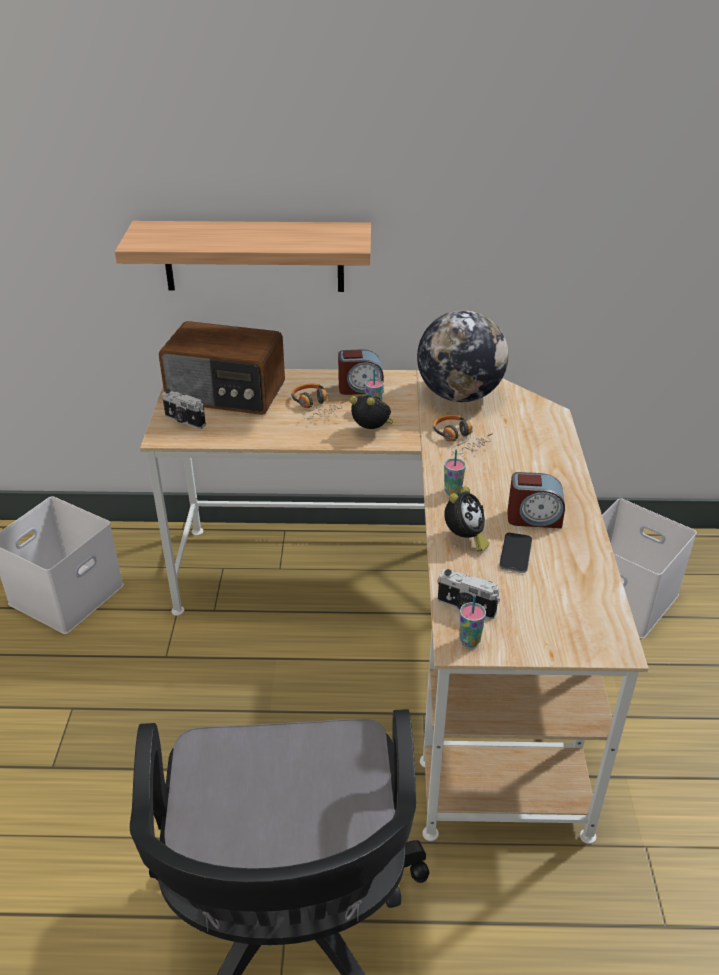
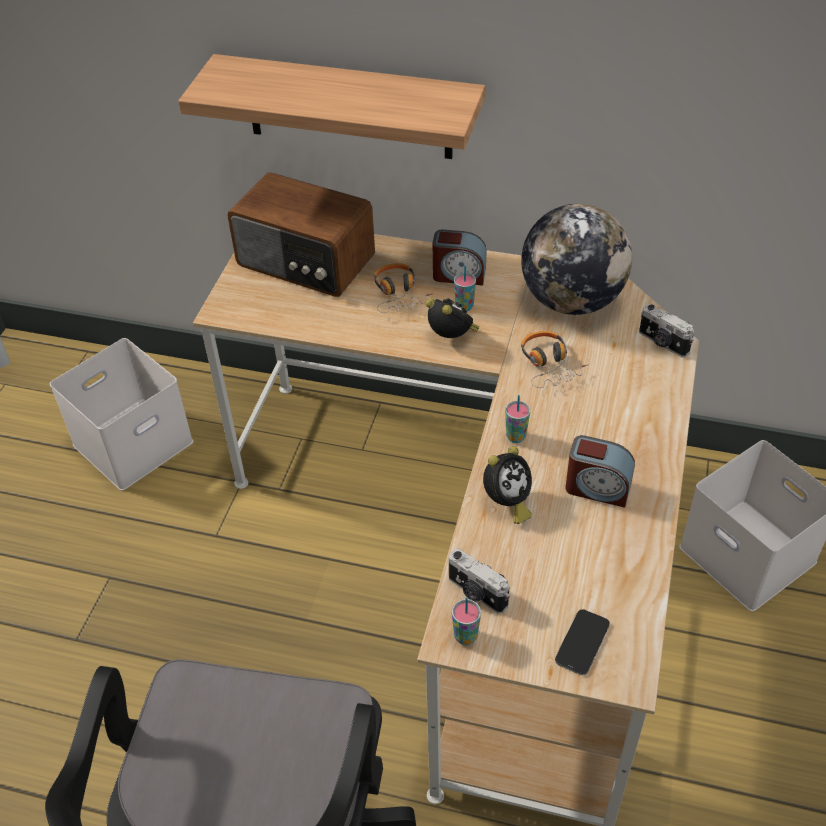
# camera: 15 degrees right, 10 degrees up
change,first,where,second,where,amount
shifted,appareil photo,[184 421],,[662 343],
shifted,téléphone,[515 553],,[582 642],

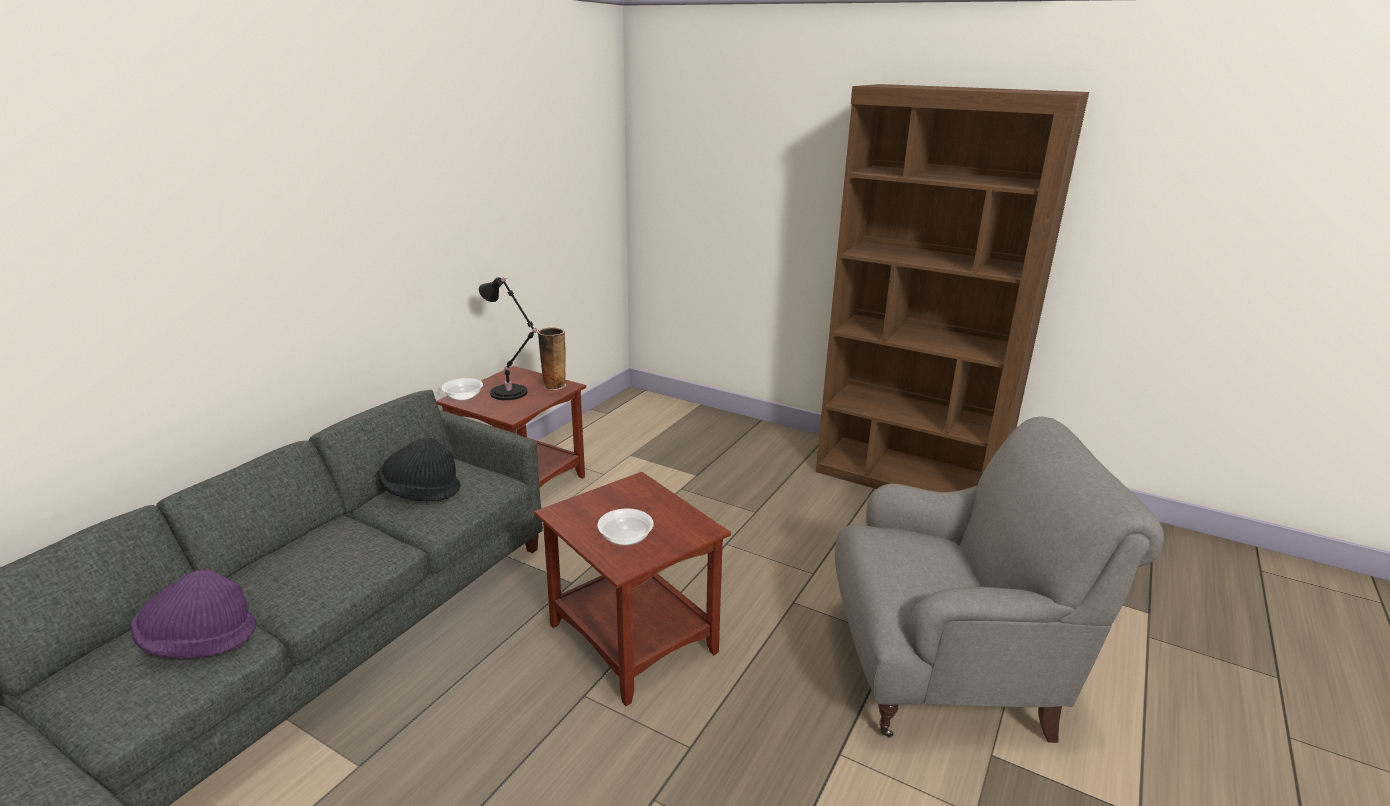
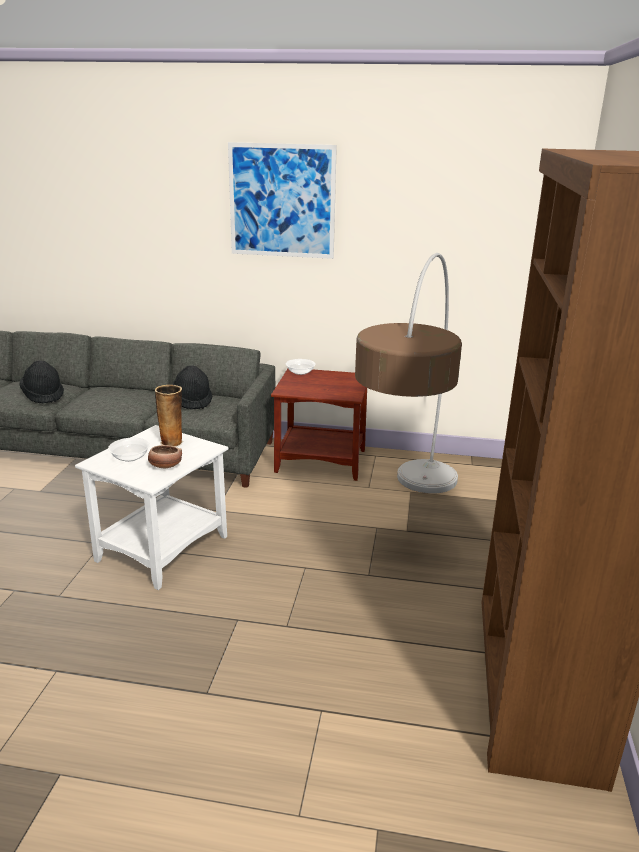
# camera: 70 degrees right, 0 degrees up
change,first,where,second,where,amount
gone,lampe de table (noir),[511 393],,,
shifted,vase,[554 385],,[172 442],
gone,fauteuil (gris),[947 672],,,
repainted,table d'appoint (marron),[630 639],table d'appoint (blanc),[161 548],
repainted,chapeau (violet),[199 641],chapeau (noir),[43 395],
new,,,tableau,[282 201],
new,,,lampadaire,[408 520],
new,,,bol,[165 466],

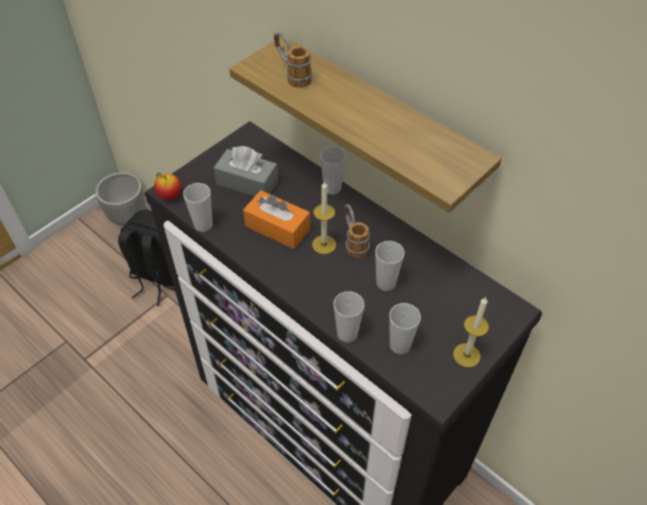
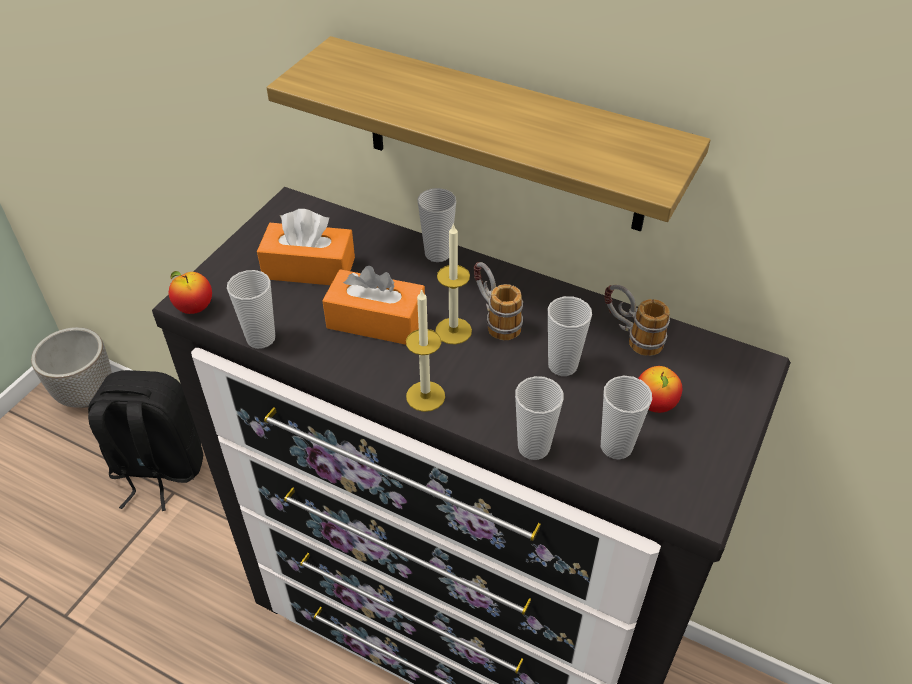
# camera: 15 degrees left, 5 degrees down
change,first,where,second,where,amount
shifted,mug,[292 75],,[630 337],
repainted,boîte à mouchoirs (gris),[247 182],boîte à mouchoirs (orange),[309 268],
shifted,bougie,[466 355],,[425 396],
new,,,pomme,[655 404],

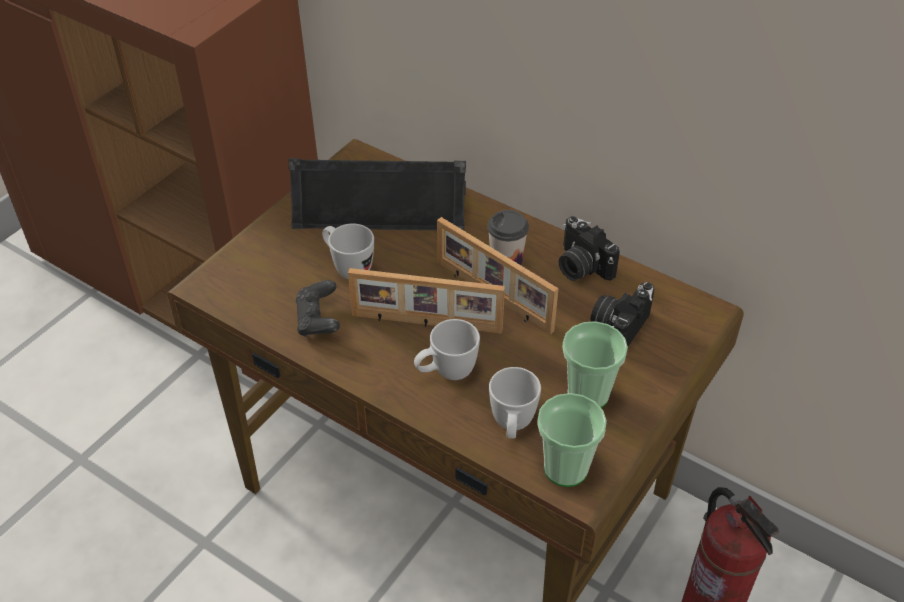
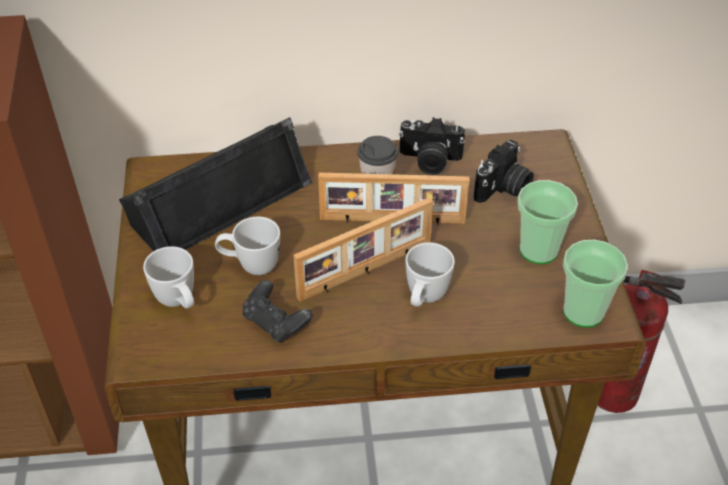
# camera: 40 degrees left, 0 degrees up
change,first,where,second,where,amount
rotated,appareil photo,[618 326],,[503 189],135 degrees counterclockwise
shifted,mug (blanc),[512 427],,[179 302],

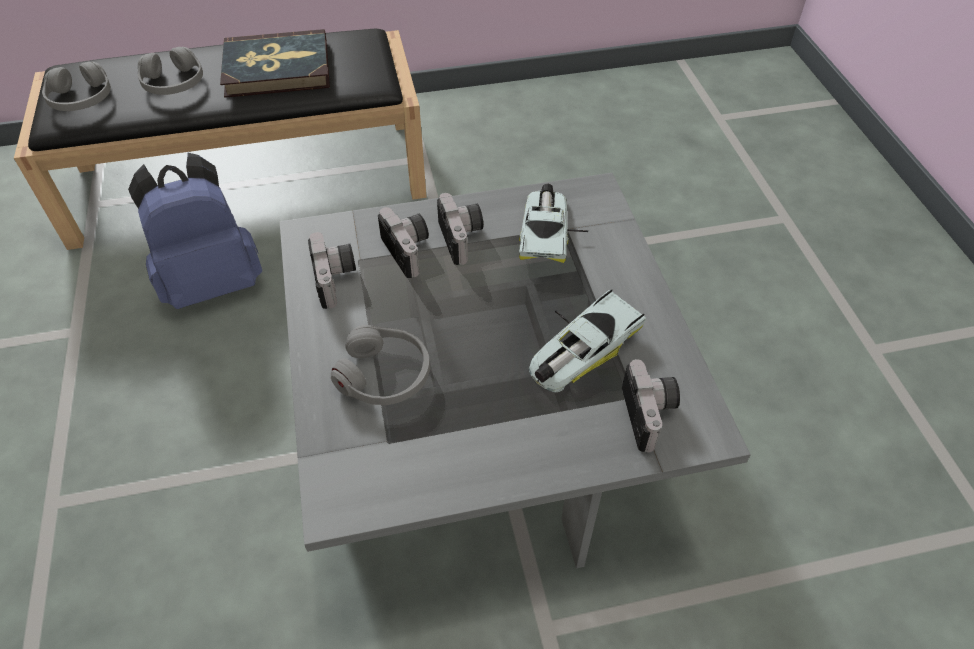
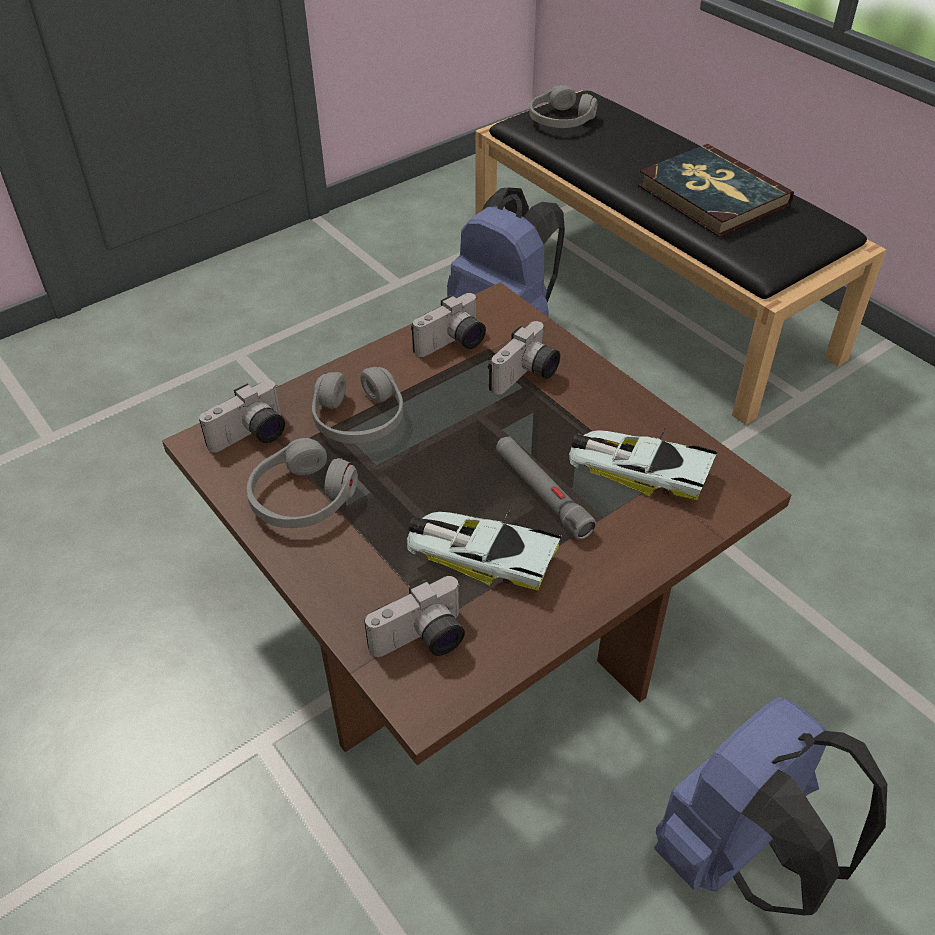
# camera: 65 degrees right, 5 degrees down
change,first,where,second,where,amount
shifted,casque audio (gris),[174 83],,[301 498],
repainted,table basse (gris),[486 427],table basse (marron),[468 601],
rotated,petite voiture,[546 230],,[638 467],135 degrees counterclockwise
shifted,appareil photo,[463 238],,[252 437],
new,,,lampe de poche (gris),[541 492],
new,,,sac à dos (bleu),[740 854],

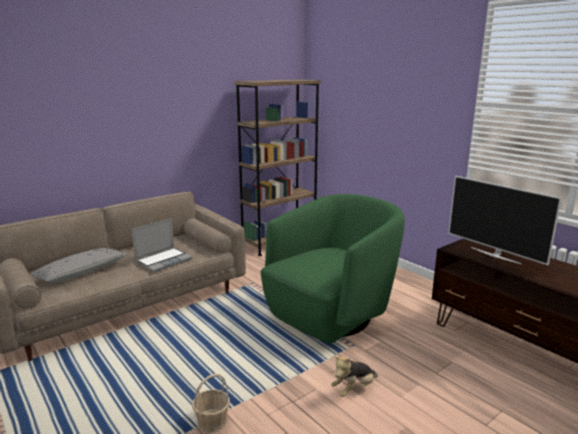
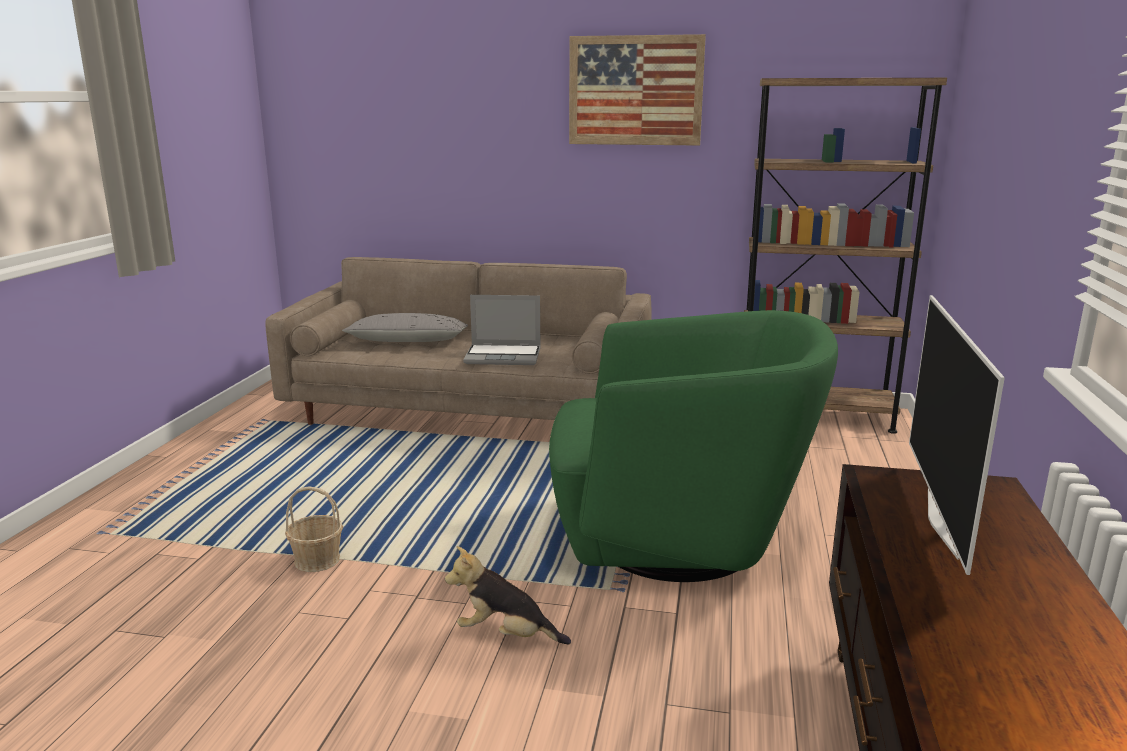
# camera: 50 degrees right, 0 degrees up
change,first,where,second,where,amount
new,,,tableau,[635 91],

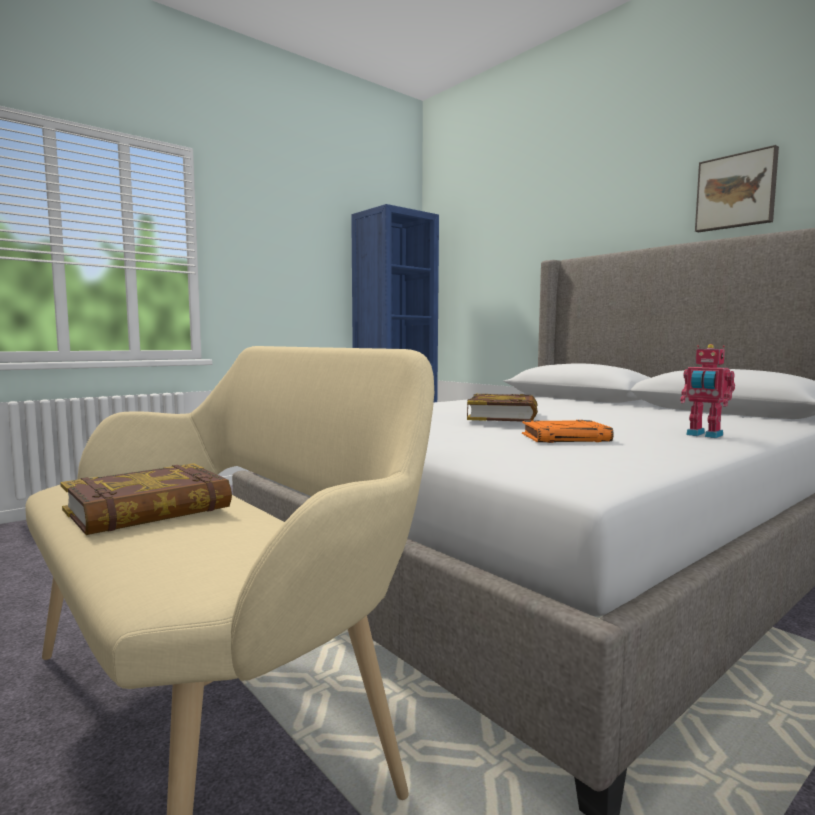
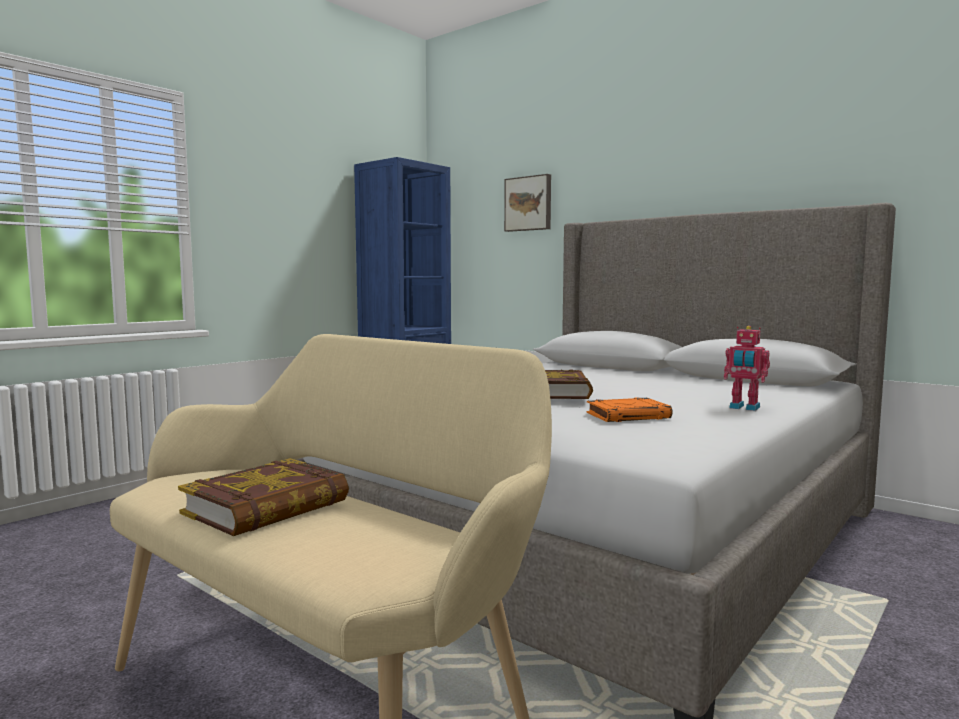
# camera: 10 degrees left, 0 degrees up
change,first,where,second,where,amount
shifted,tableau,[736 191],,[529 203],

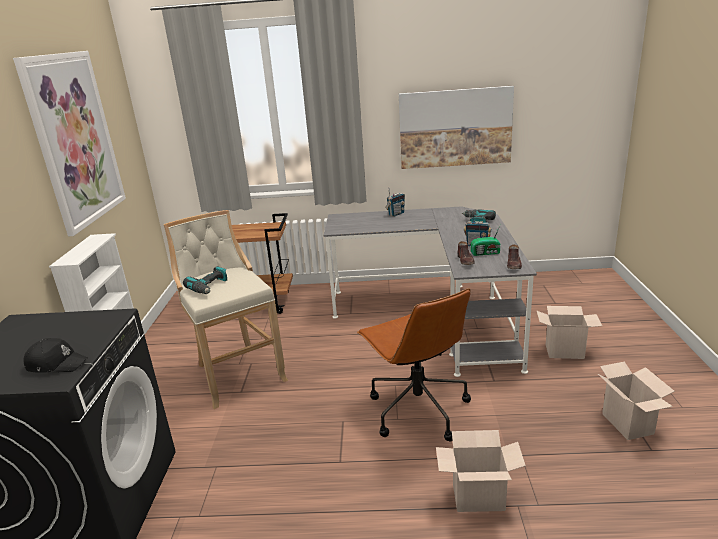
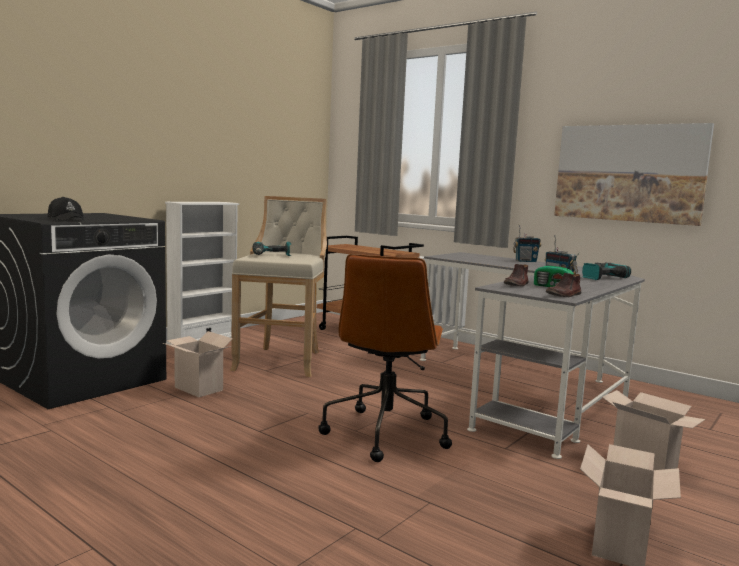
# camera: 35 degrees right, 15 degrees down
change,first,where,second,where,amount
gone,tableau,[75 140],,,
shifted,carton,[477 499],,[196 389],

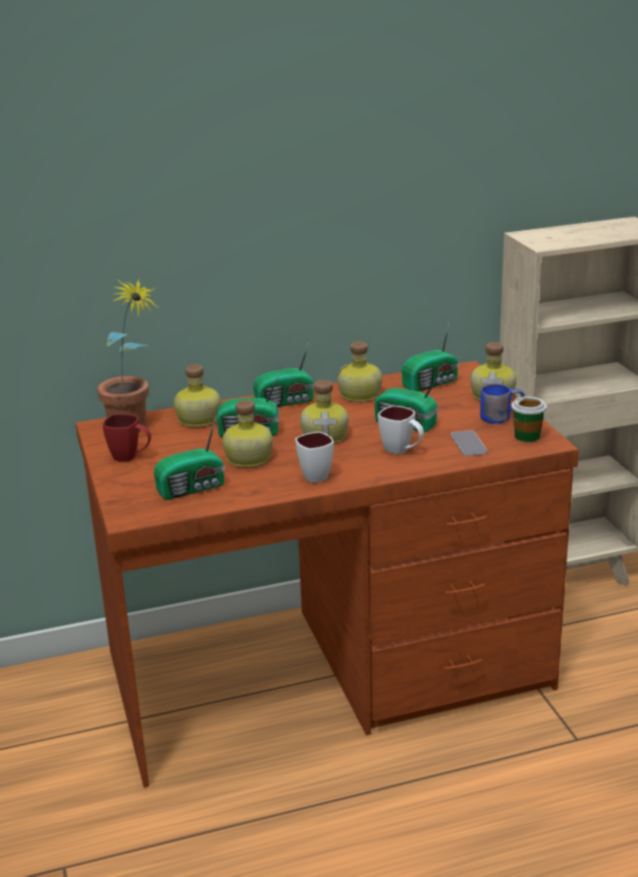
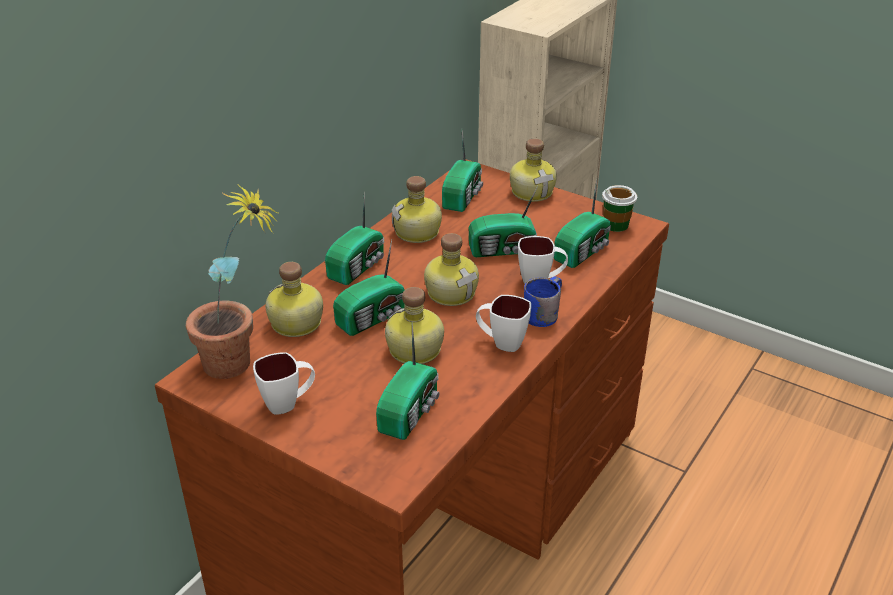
# camera: 40 degrees left, 10 degrees up
change,first,where,second,where,amount
shifted,mug (bleu),[499 416],,[541 313],
repainted,mug (rouge),[131 457],mug (blanc),[288 403],
swapped,téléphone,[468 444],radio,[583 251],

